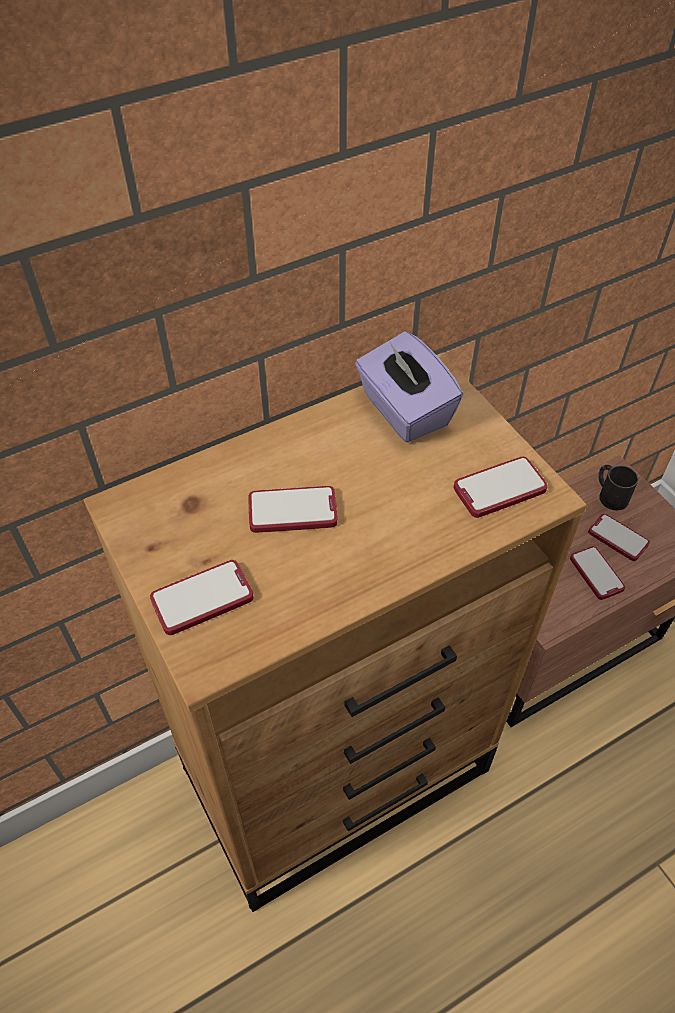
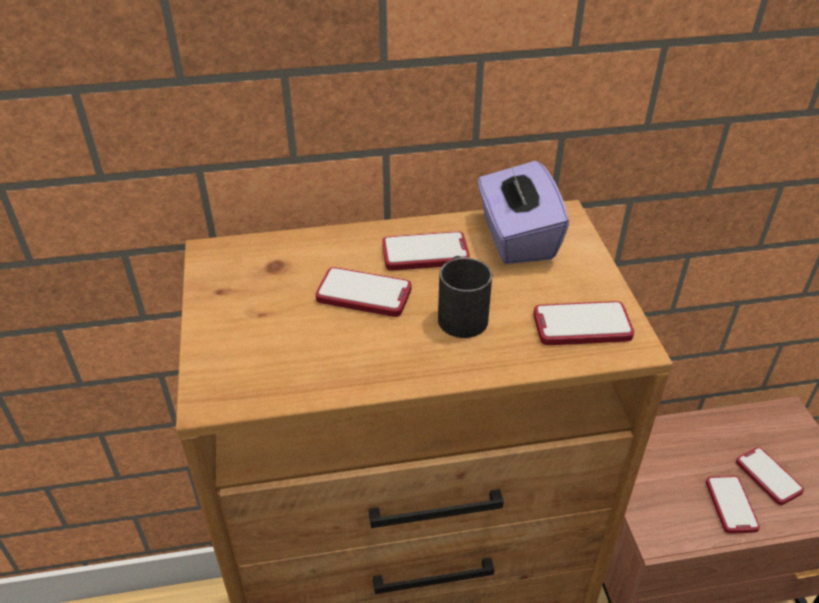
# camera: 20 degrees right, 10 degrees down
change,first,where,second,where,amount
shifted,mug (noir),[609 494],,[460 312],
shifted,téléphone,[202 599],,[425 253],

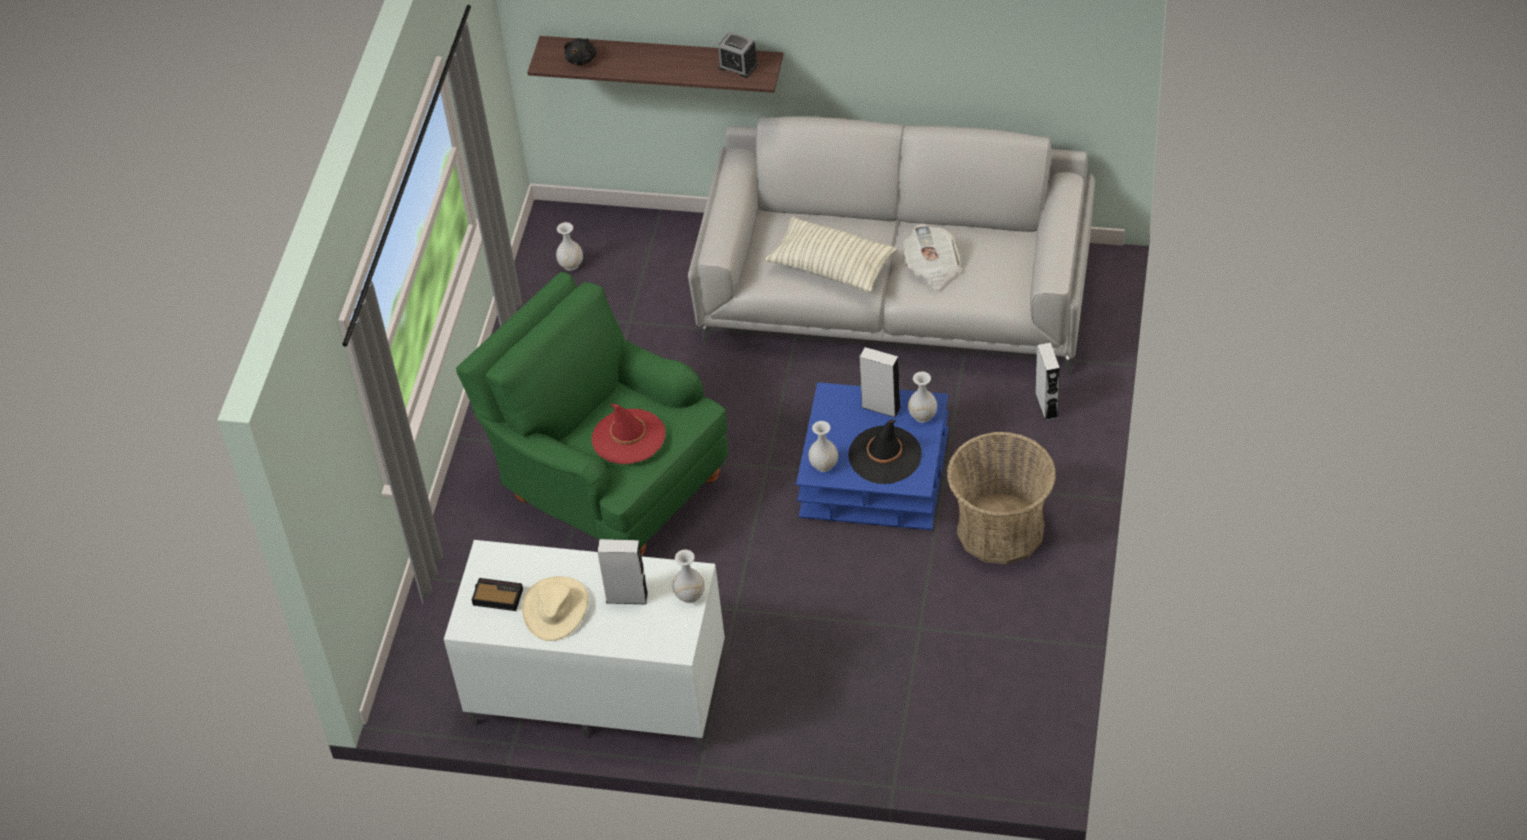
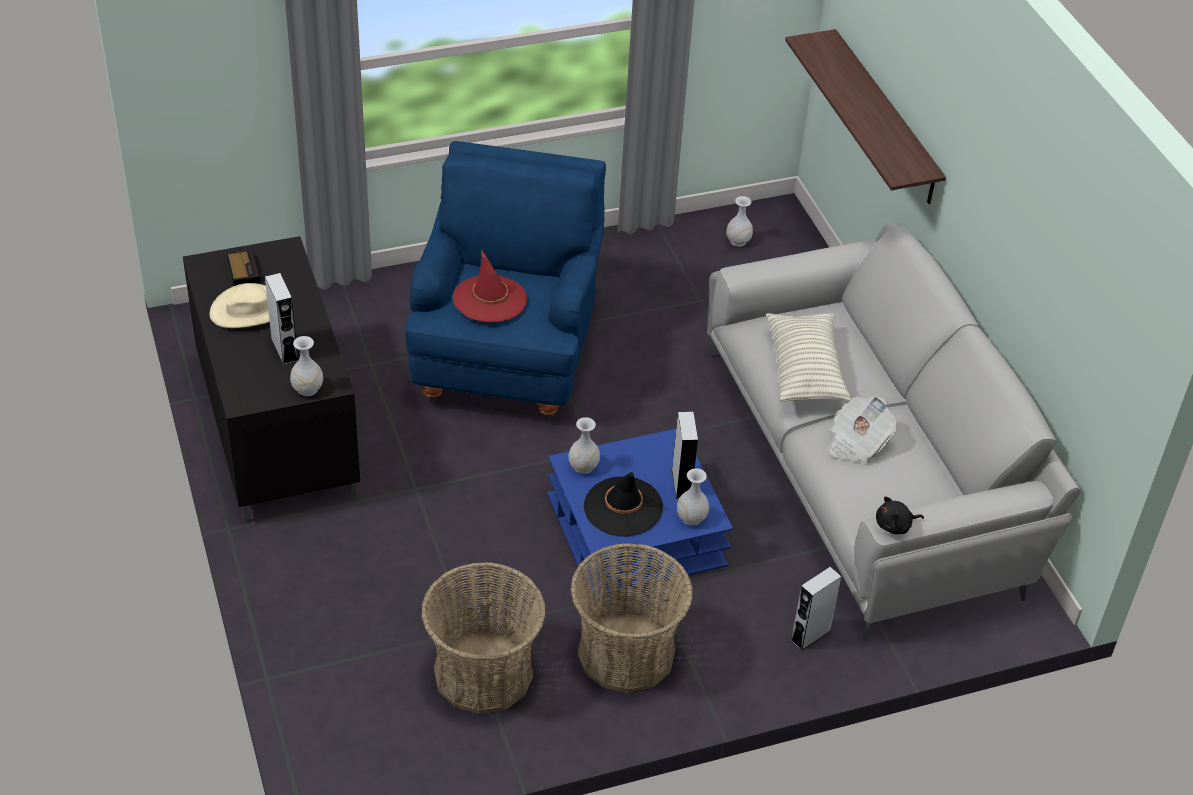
# camera: 55 degrees right, 5 degrees down
change,first,where,second,where,amount
gone,réveil,[738 66],,,
shifted,peluche (noir),[582 58],,[895 525],
repainted,fauteuil (vert),[609 485],fauteuil (bleu),[507 355],
repainted,meuble télé (blanc),[595 692],meuble télé (noir),[275 429],
new,,,panier,[483 673],

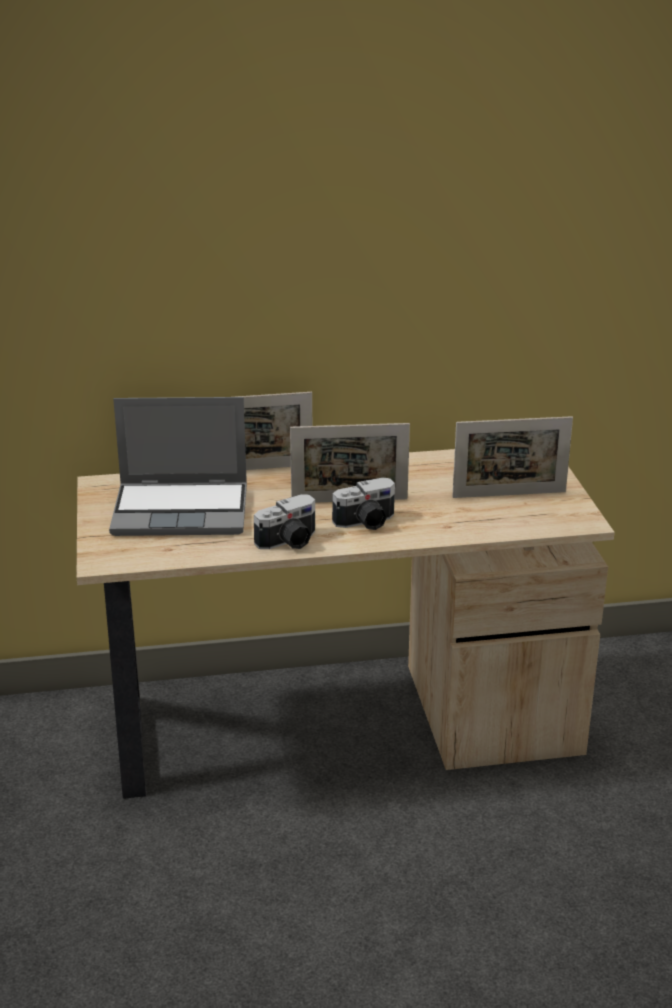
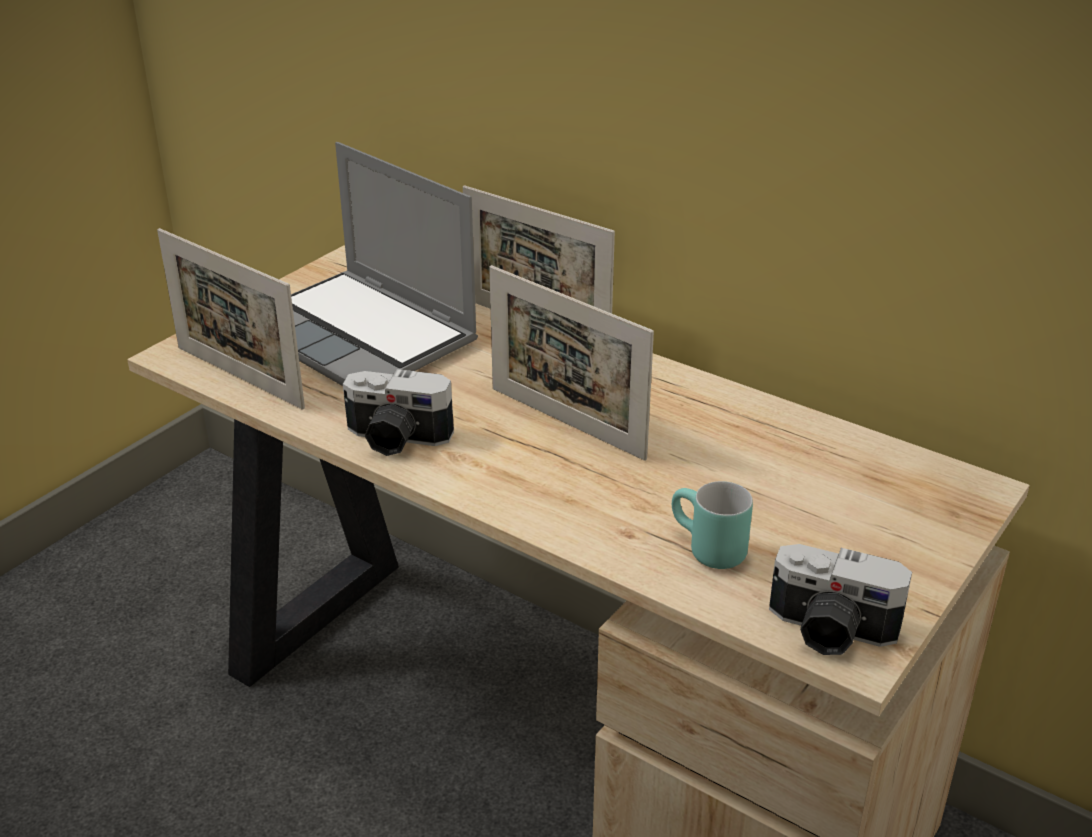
# camera: 45 degrees right, 5 degrees up
change,first,where,second,where,amount
shifted,cadre photo,[509 494],,[239 377],
shifted,appareil photo,[366 522],,[830 631],
new,,,mug (turquoise),[705 550],

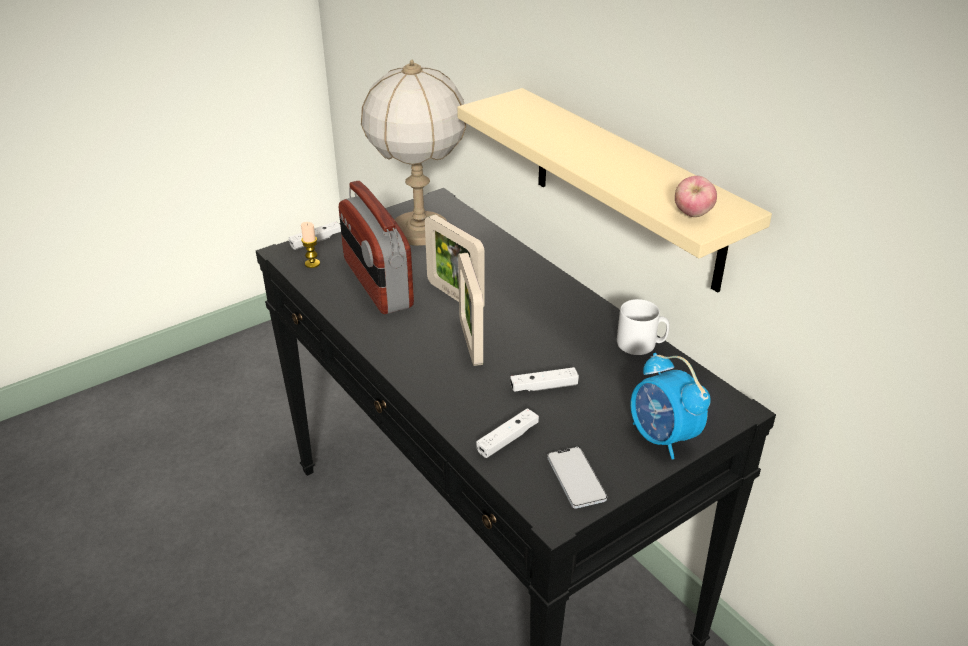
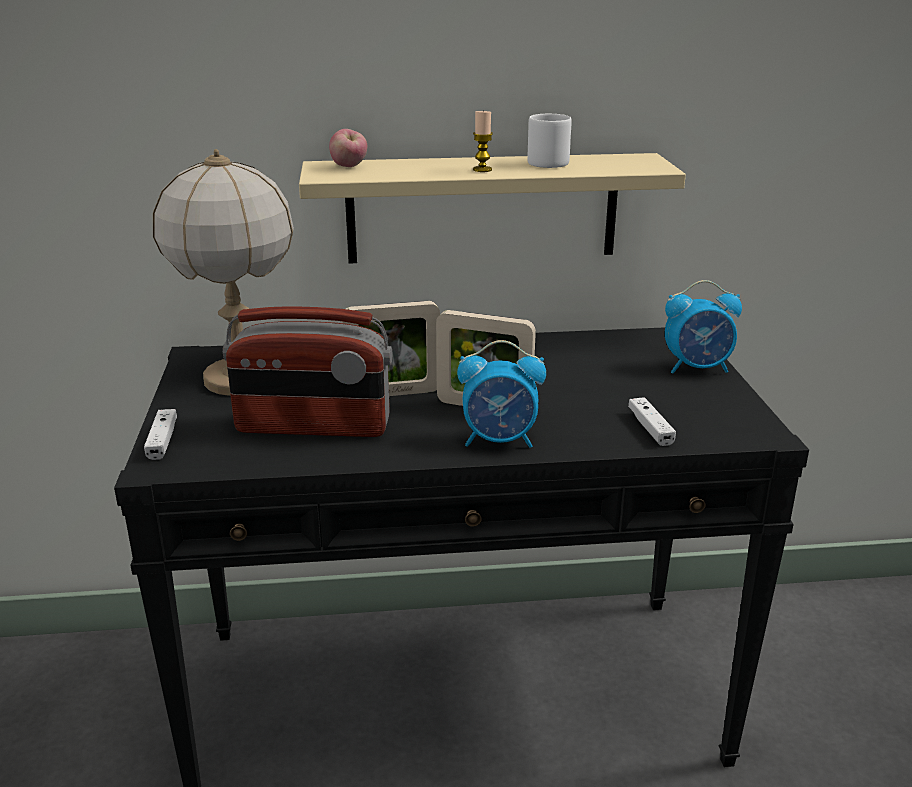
# camera: 60 degrees left, 10 degrees down
change,first,where,second,where,amount
shifted,pomme,[692 215],,[349 167],
shifted,bougie,[312 263],,[482 169],
shifted,mug (blanc),[641 344],,[551 162],
gone,manette (blanc),[544 386],,,
gone,téléphone,[576 478],,,
new,,,réveil,[500 440],

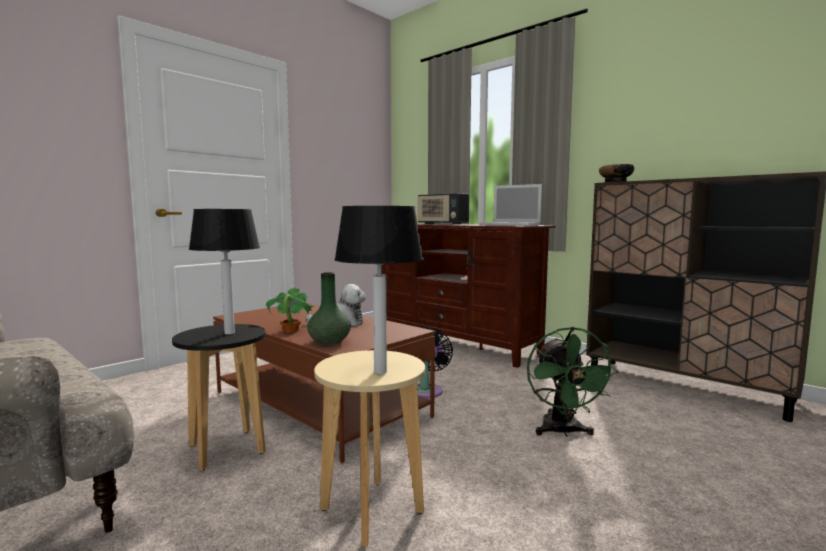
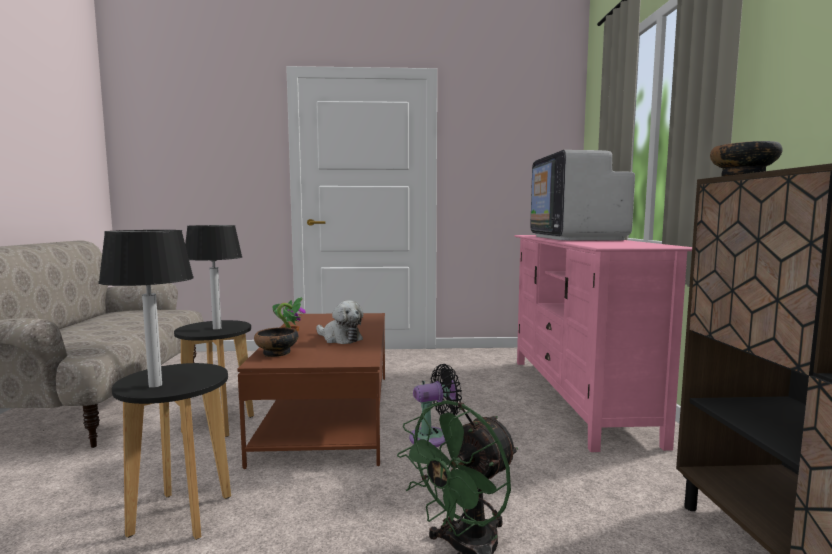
# camera: 45 degrees right, 0 degrees up
change,first,where,second,where,amount
gone,ordinateur portable,[511 225],,,
swapped,radio,[442 224],téléviseur,[575 238],
repainted,meuble télé (marron),[455 343],meuble télé (rose),[578 397],
swapped,vase (vert),[330 342],bol,[277 353],
repainted,tabouret (beige),[371 511],tabouret (noir),[180 515],

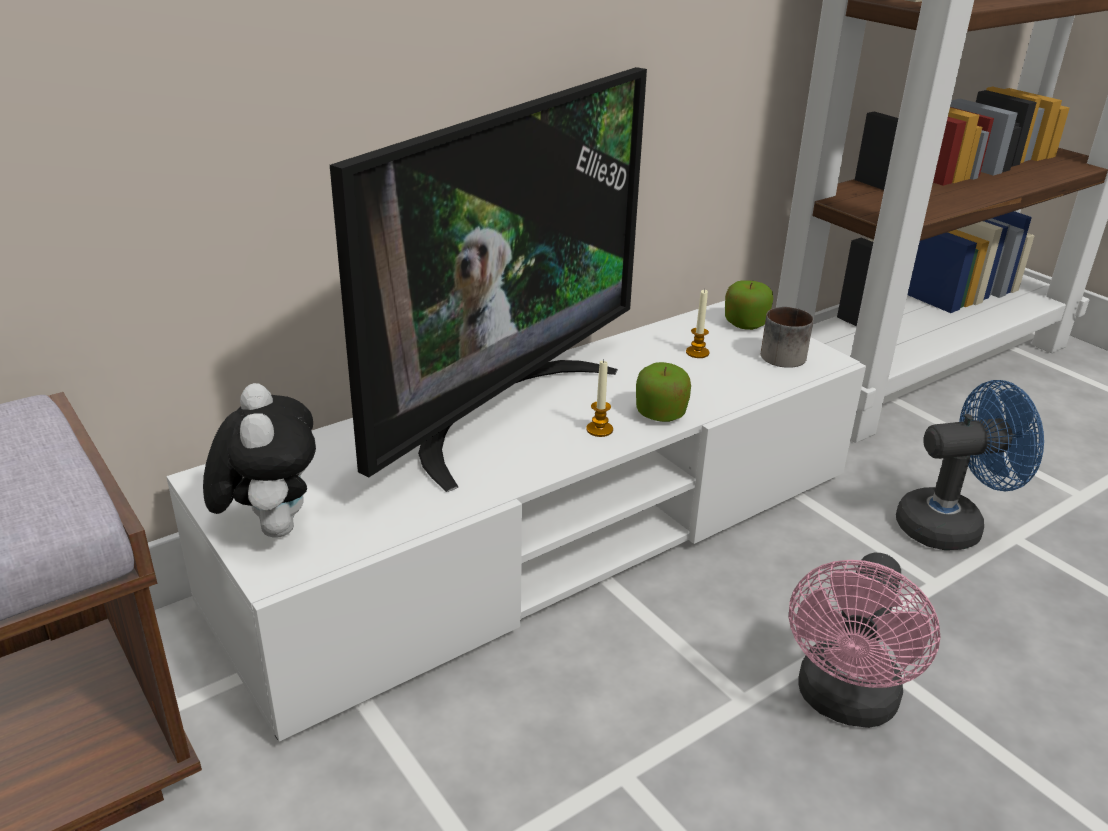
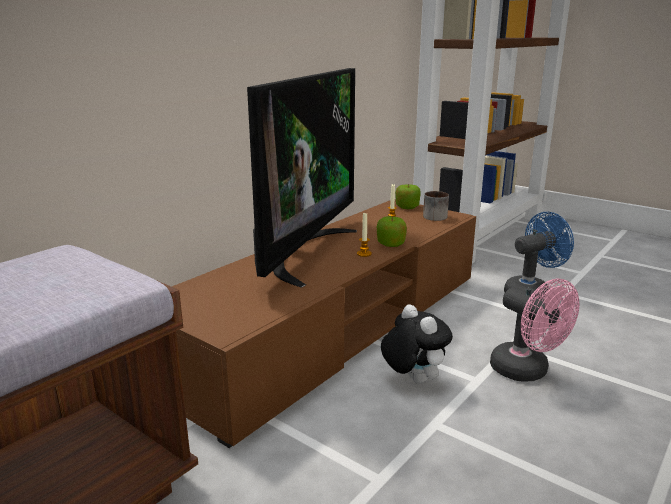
# camera: 15 degrees left, 10 degrees down
change,first,where,second,where,amount
repainted,meuble télé (blanc),[550 537],meuble télé (marron),[335 328],
shifted,peluche,[270 527],,[412 380],
rotated,ventilateur (rose),[845 703],,[526 372],45 degrees counterclockwise

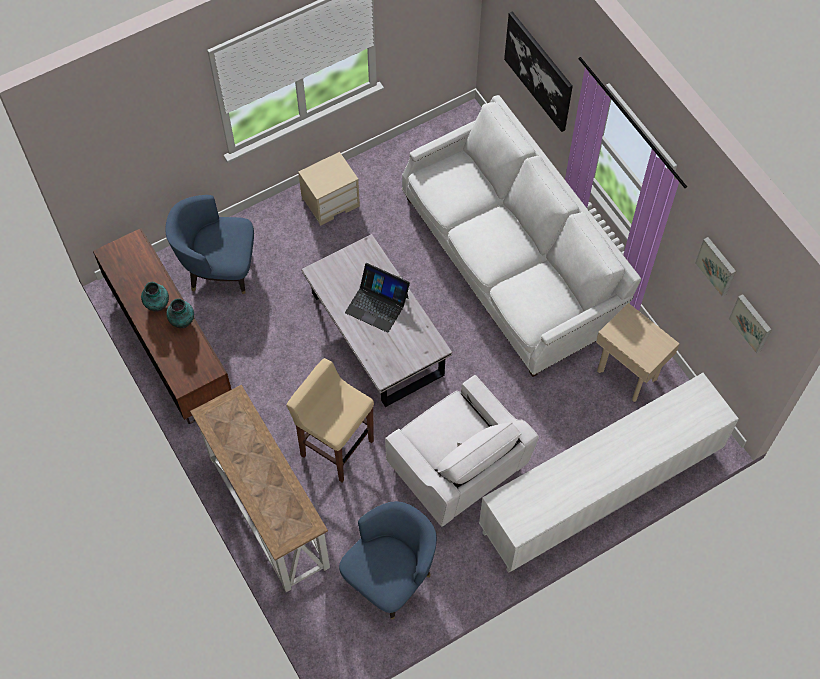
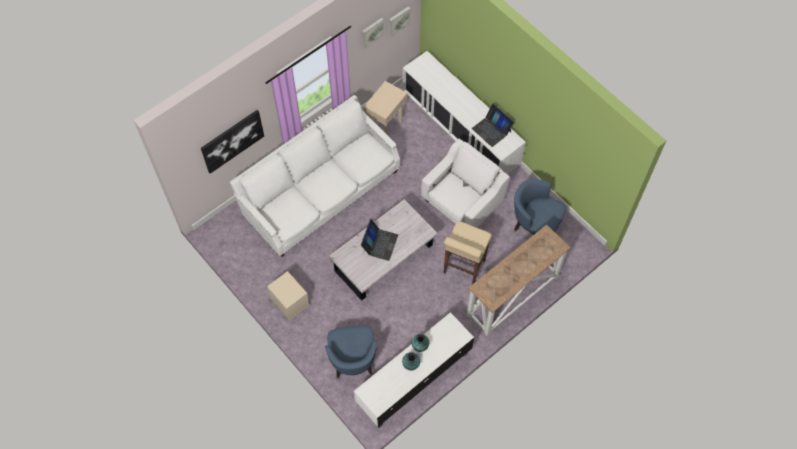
# camera: 100 degrees left, 0 degrees up
change,first,where,second,where,amount
repainted,meuble télé (marron),[169 343],meuble télé (blanc),[413 379],
new,,,ordinateur portable,[491 130],

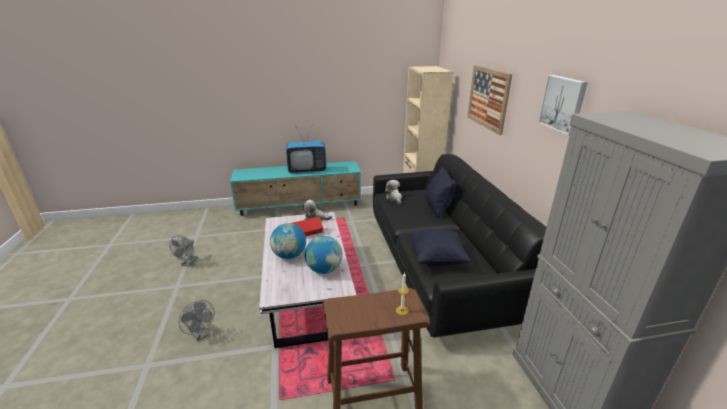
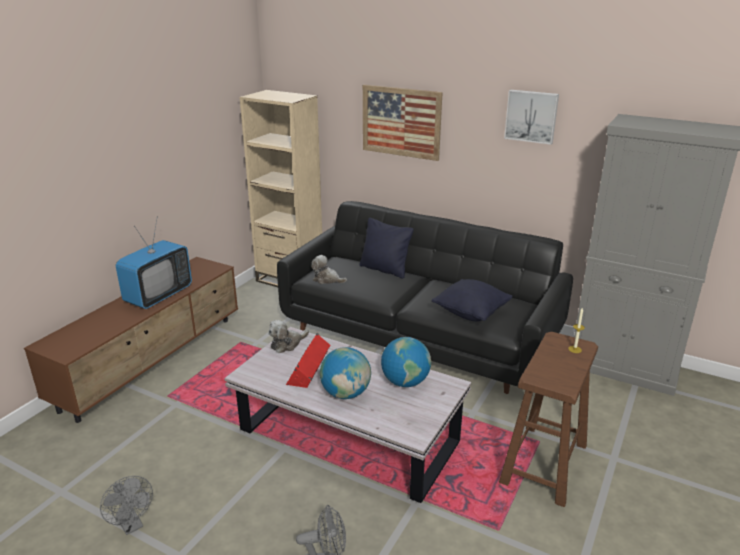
# camera: 50 degrees left, 0 degrees up
change,first,where,second,where,amount
repainted,meuble télé (turquoise),[300 206],meuble télé (marron),[153 361],

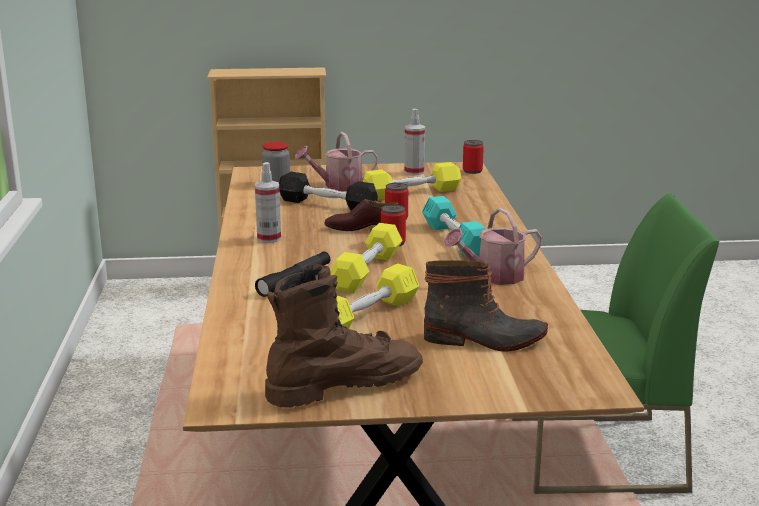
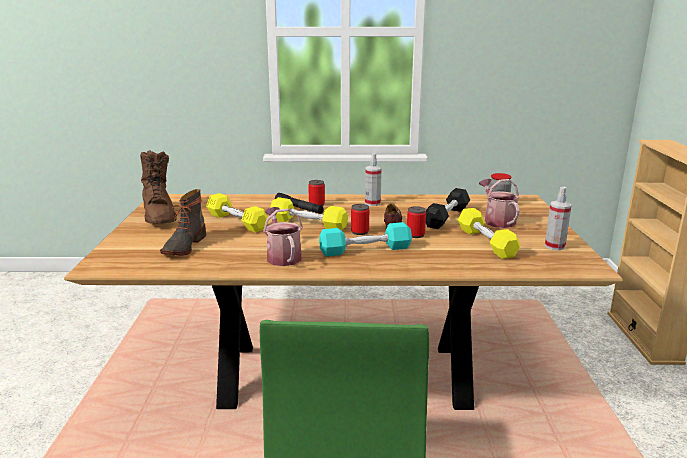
# camera: 95 degrees right, 0 degrees up
change,first,where,second,where,amount
shifted,boîte métallique,[472 171],,[316 204],

